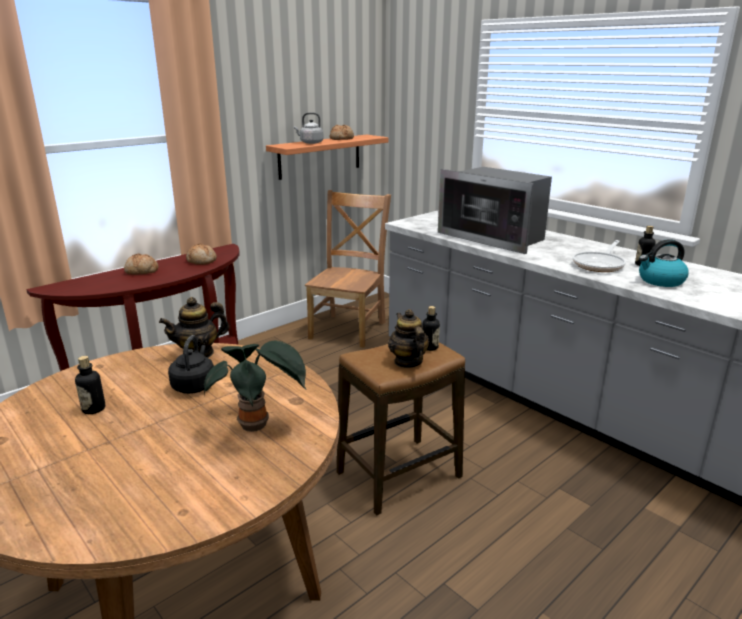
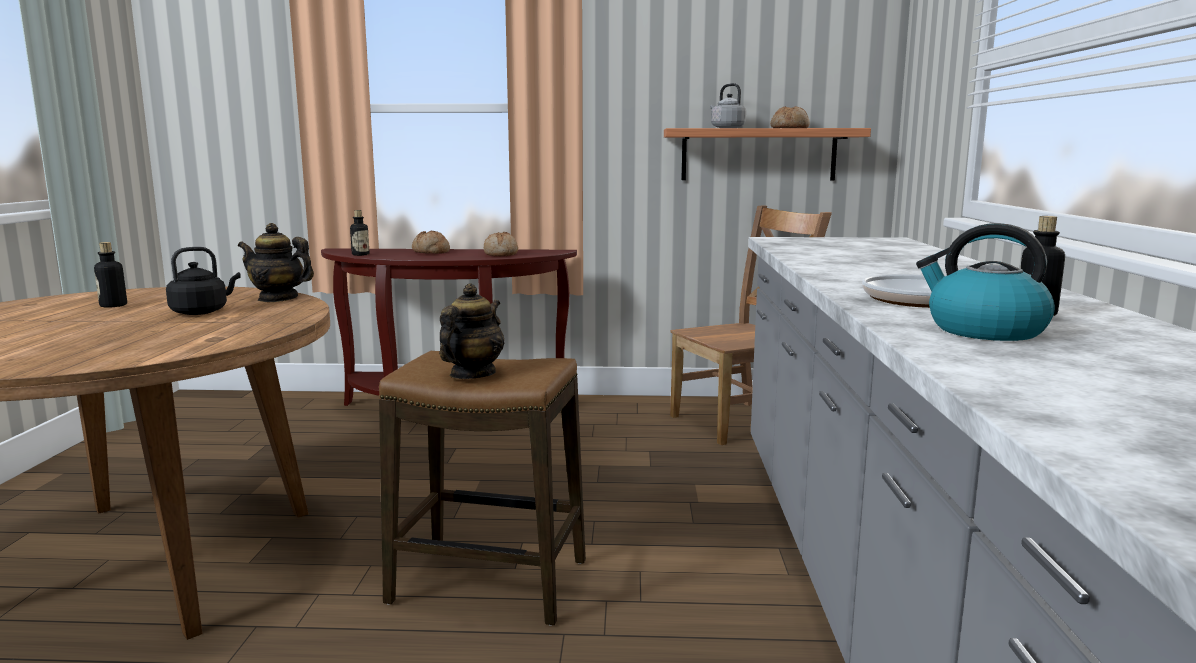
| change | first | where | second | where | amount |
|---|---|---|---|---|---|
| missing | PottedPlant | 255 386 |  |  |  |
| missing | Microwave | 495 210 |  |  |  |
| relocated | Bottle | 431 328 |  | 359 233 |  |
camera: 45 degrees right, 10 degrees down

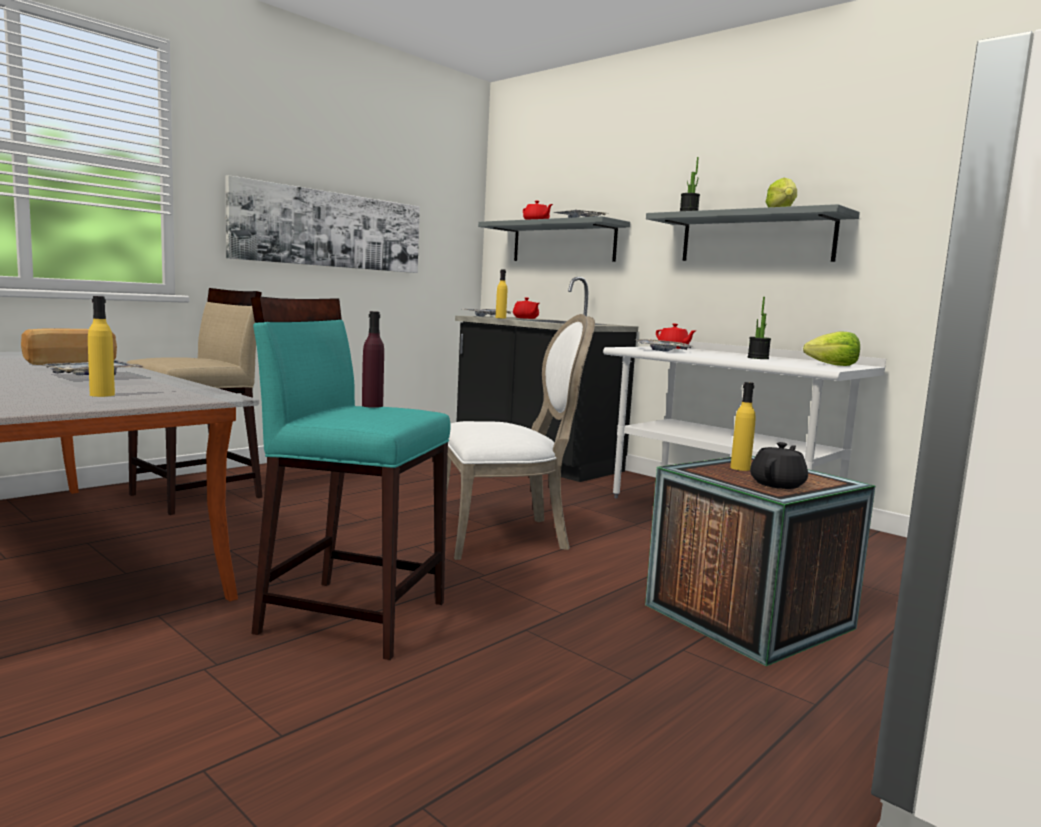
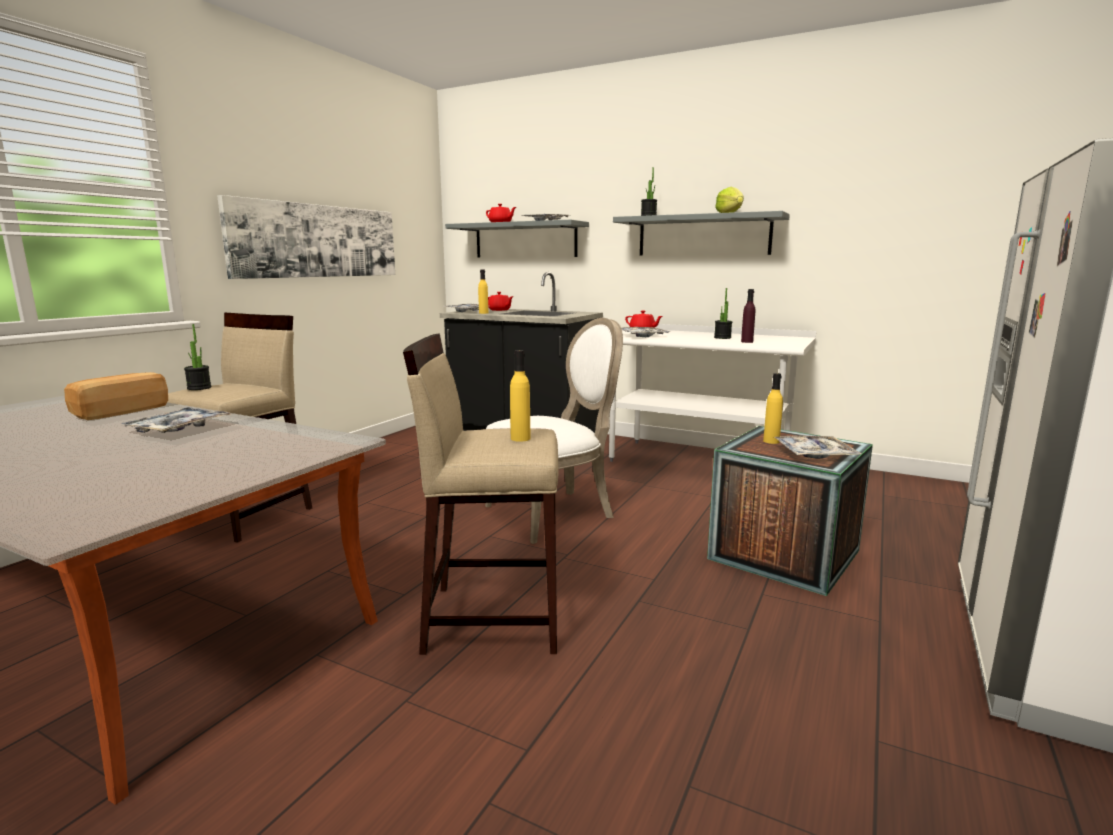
| change | first | where | second | where | amount |
|---|---|---|---|---|---|
| missing | Lettuce | 831 348 |  |  |  |
| appeared |  |  | PottedPlant | 197 357 |  |
| relocated | YellowBottle | 101 346 |  | 520 396 |  |
| relocated | PurpleBottle | 373 359 |  | 748 316 |  |
| exchanged | BlackTeapot | 779 465 | Tray | 817 447 |  |
| colour | TurquoiseStool | 351 478 | BeigeStool | 481 494 |  |
camera: 15 degrees left, 5 degrees up

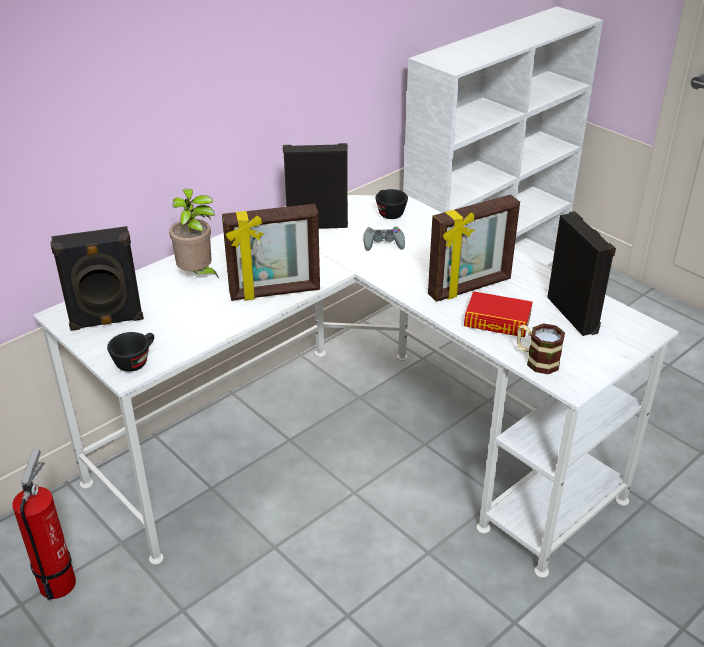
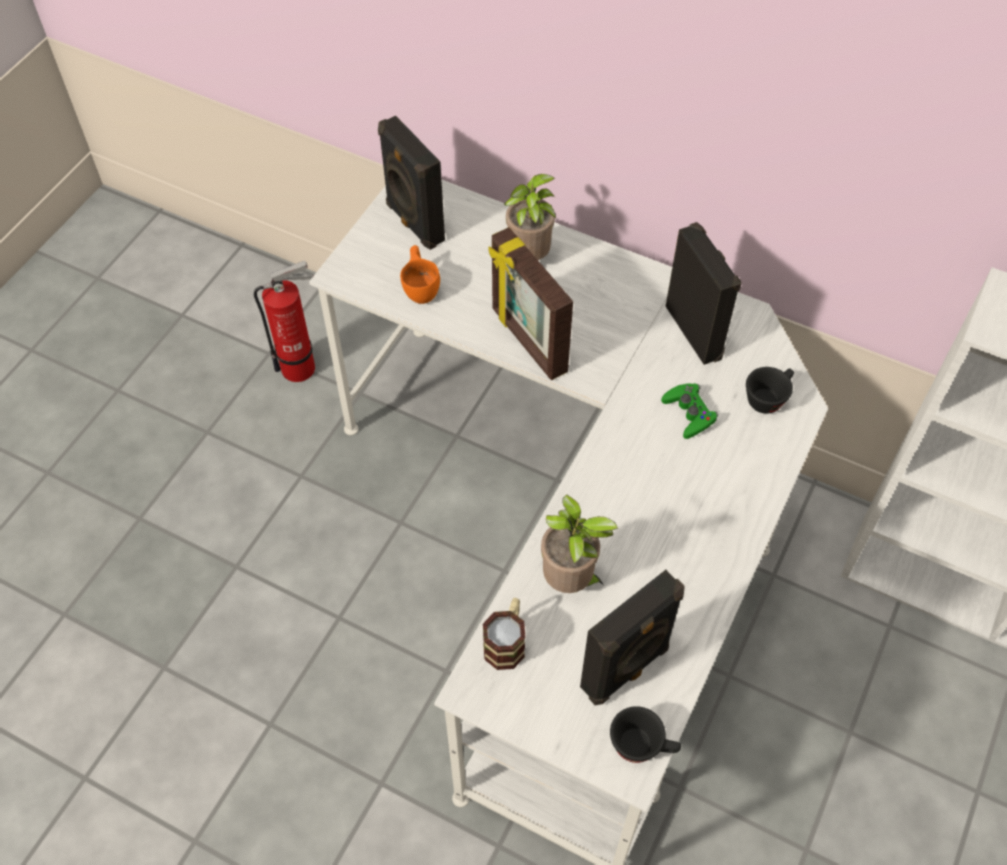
| change | first | where | second | where | amount |
|---|---|---|---|---|---|
| missing | PictureFrame | 474 248 |  |  |  |
| appeared |  |  | OrangeCup | 420 274 |  |
| relocated | BlackCup | 130 352 |  | 645 734 |  |
| exchanged | Book | 498 314 | PottedPlant | 579 544 |  |
| colour | GreyGameController | 384 238 | GreenGameController | 689 411 |  |
camera: 70 degrees right, 20 degrees up

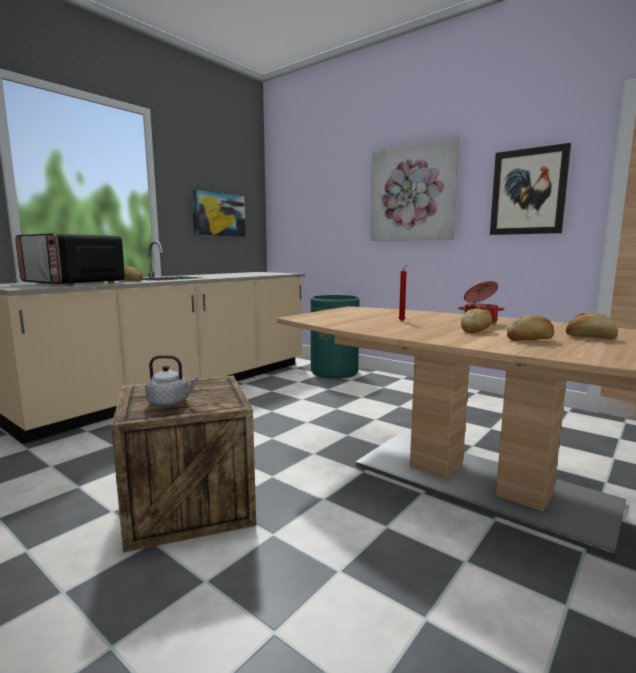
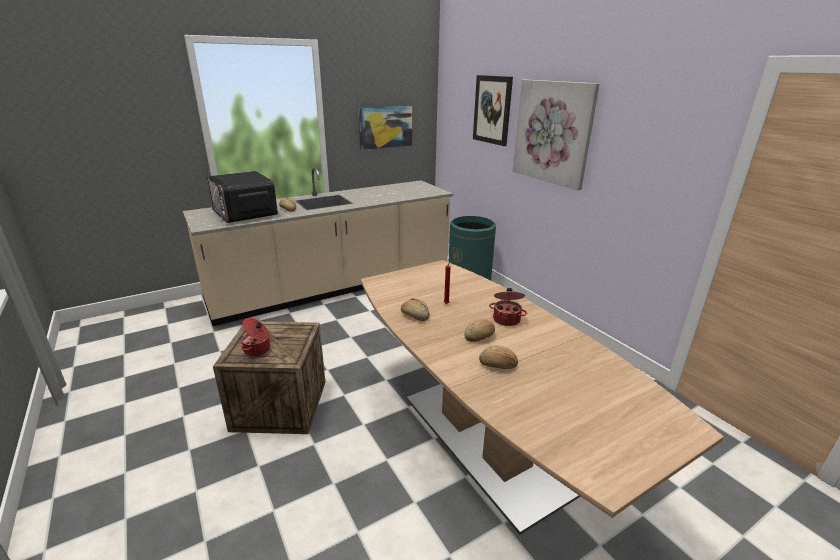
| change | first | where | second | where | amount |
|---|---|---|---|---|---|
| relocated | Picture | 530 189 |  | 493 110 |  |
| relocated | Bread | 592 326 |  | 415 309 |  |
| exchanged | GreyKettle | 171 381 | CookingPot | 255 337 |  |
camera: 20 degrees right, 15 degrees up

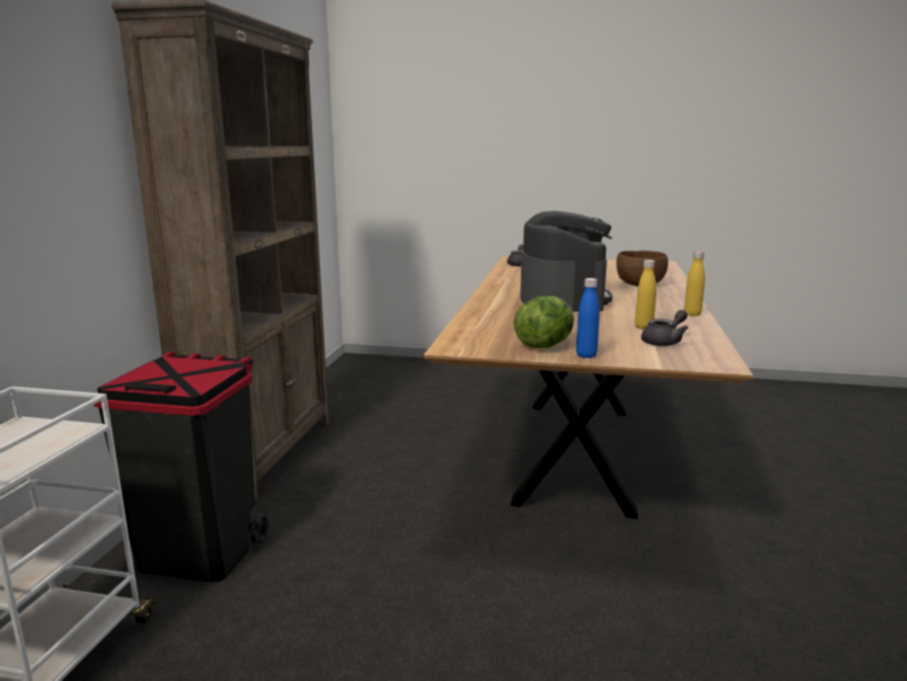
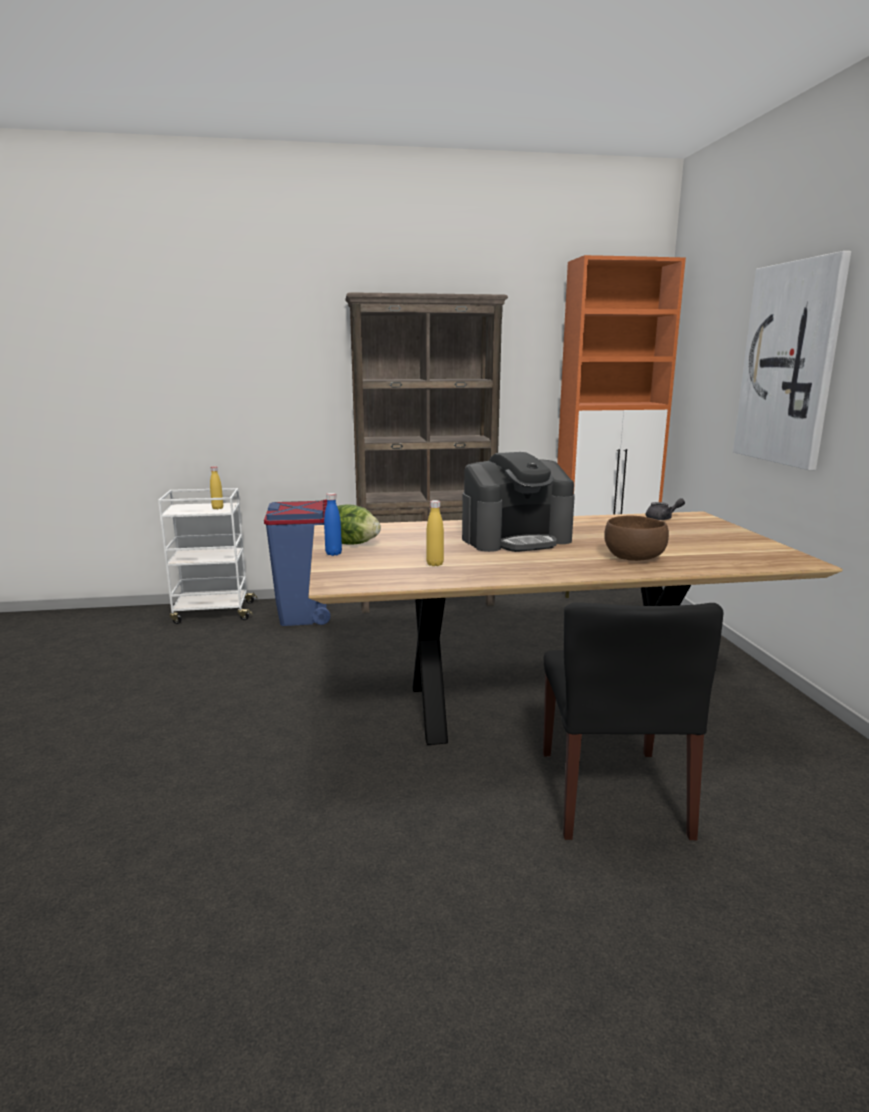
| change | first | where | second | where | amount |
|---|---|---|---|---|---|
| missing | GreyTeapot | 664 328 |  |  |  |
| appeared |  |  | BlackChair | 633 721 |  |
| appeared |  |  | OrangeCabinet | 621 426 |  |
| appeared |  |  | Picture | 792 360 |  |
| relocated | YellowBottle | 694 283 |  | 216 488 |  |
| colour | BlackTrashCan | 181 467 | BlueTrashCan | 297 563 |  |
camera: 70 degrees right, 0 degrees up

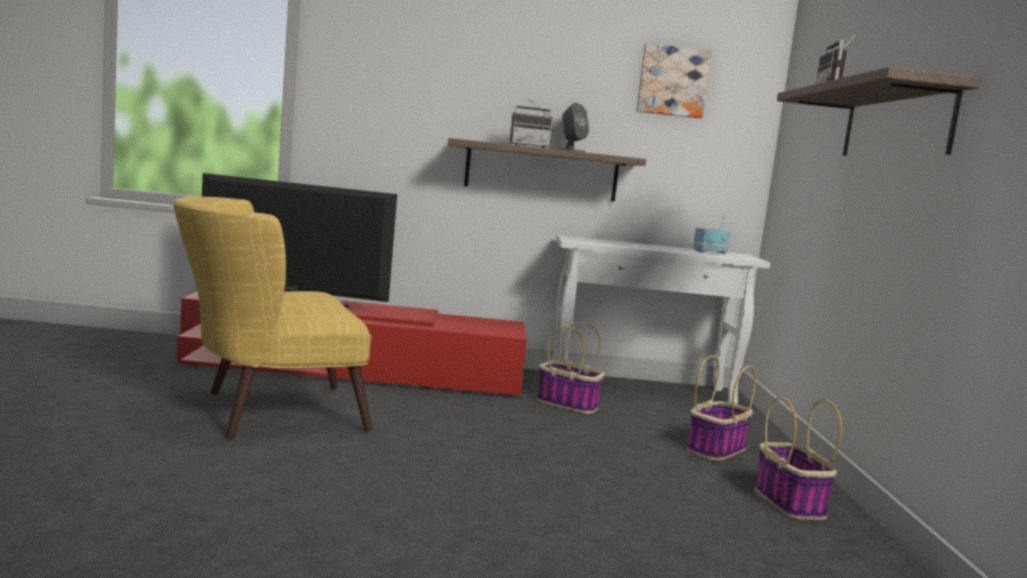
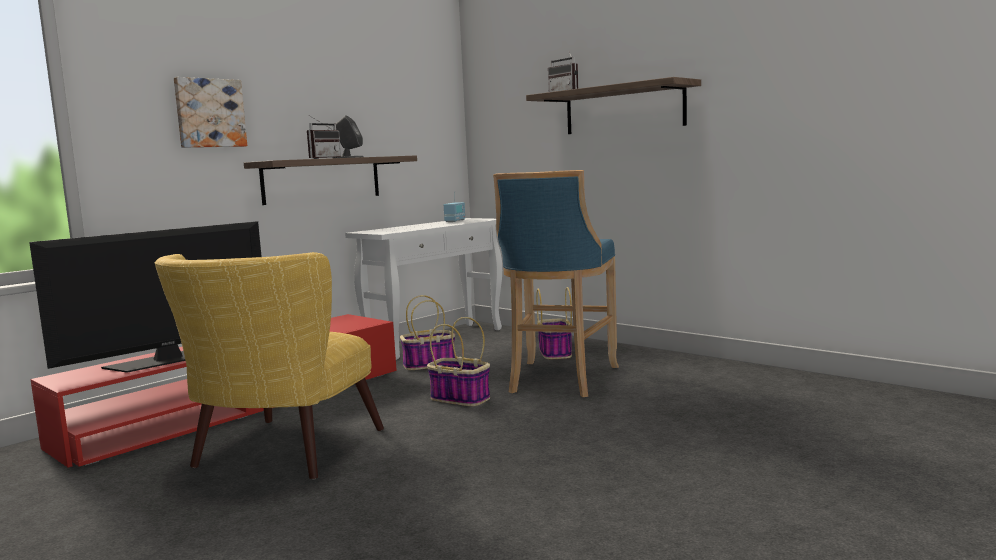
| change | first | where | second | where | amount |
|---|---|---|---|---|---|
| appeared |  |  | BlueStool | 556 283 |  |
| relocated | Picture | 674 80 |  | 210 112 |  |
| relocated | Basket | 798 458 |  | 458 361 |  |
camera: 45 degrees left, 0 degrees up

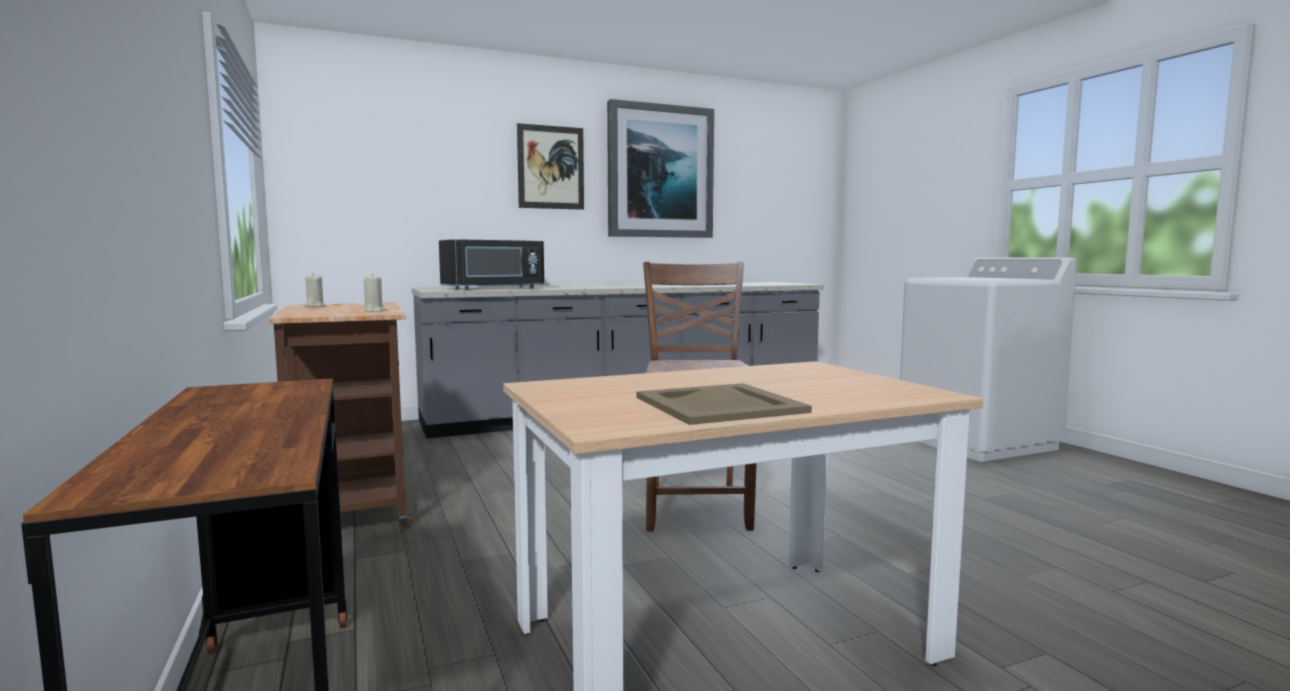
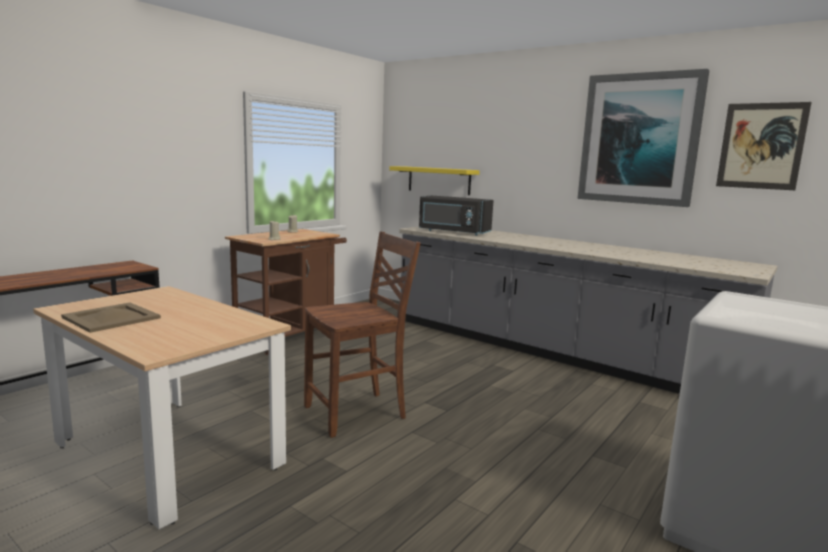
| change | first | where | second | where | amount |
|---|---|---|---|---|---|
| appeared |  |  | YellowShelf | 434 180 |  |
| relocated | Picture | 550 166 |  | 764 146 |  |
camera: 60 degrees right, 5 degrees up

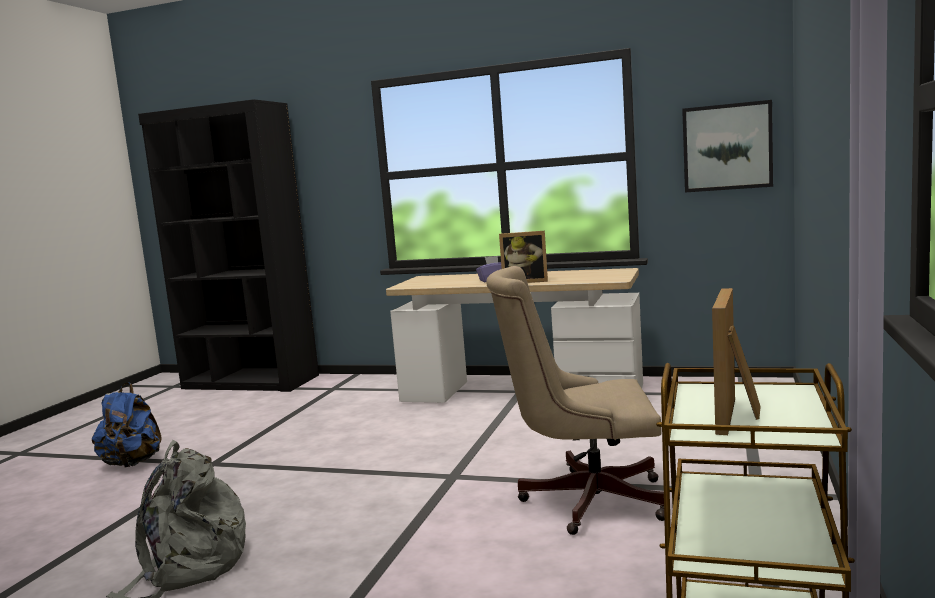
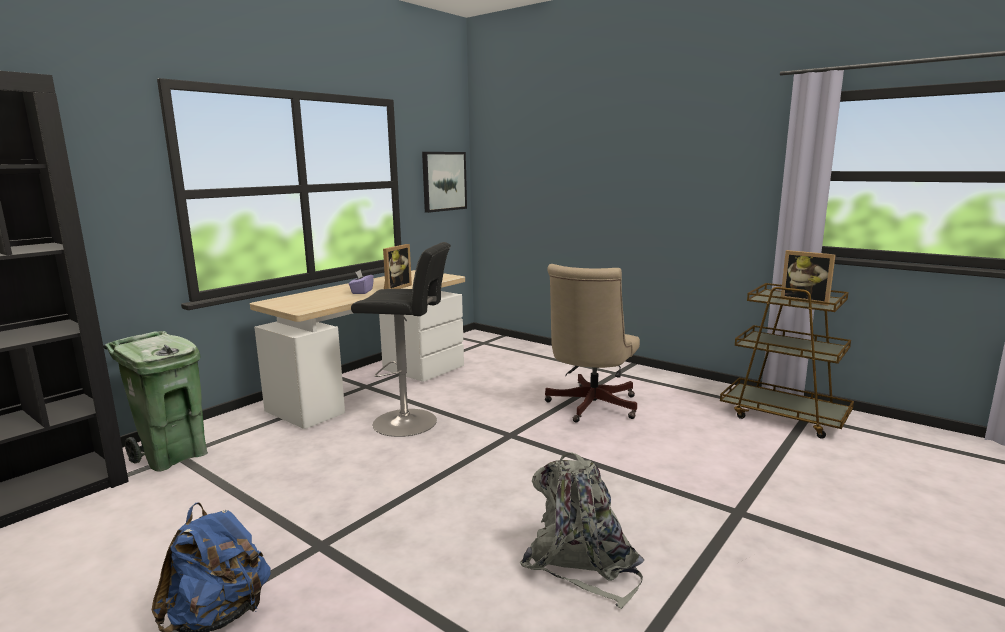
| change | first | where | second | where | amount |
|---|---|---|---|---|---|
| appeared |  |  | GreenTrashCan | 155 401 |  |
| appeared |  |  | BlackStool | 401 339 |  |
camera: 70 degrees left, 5 degrees up

